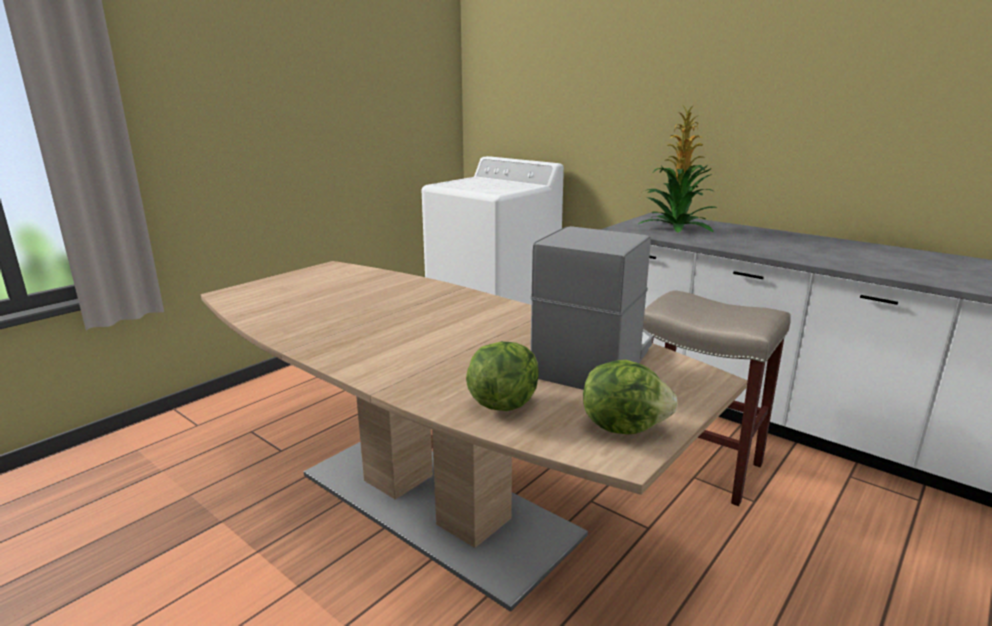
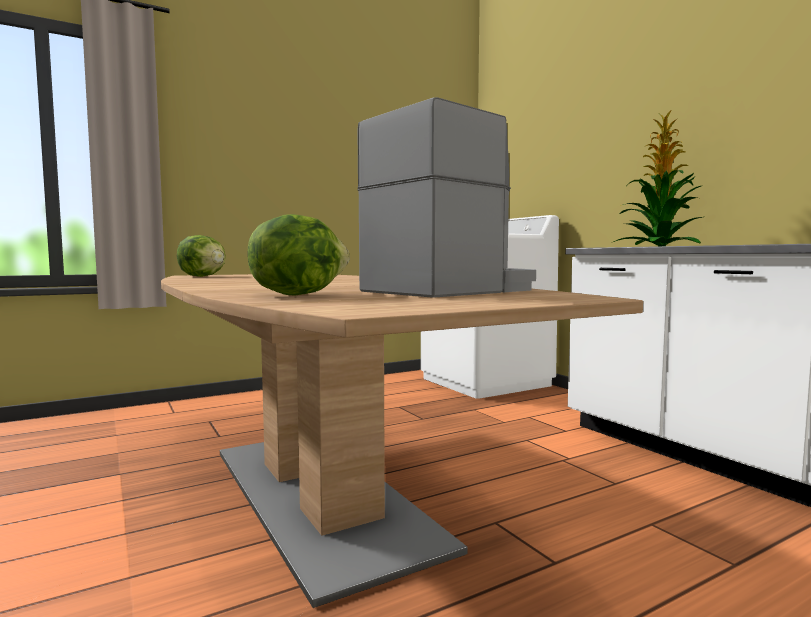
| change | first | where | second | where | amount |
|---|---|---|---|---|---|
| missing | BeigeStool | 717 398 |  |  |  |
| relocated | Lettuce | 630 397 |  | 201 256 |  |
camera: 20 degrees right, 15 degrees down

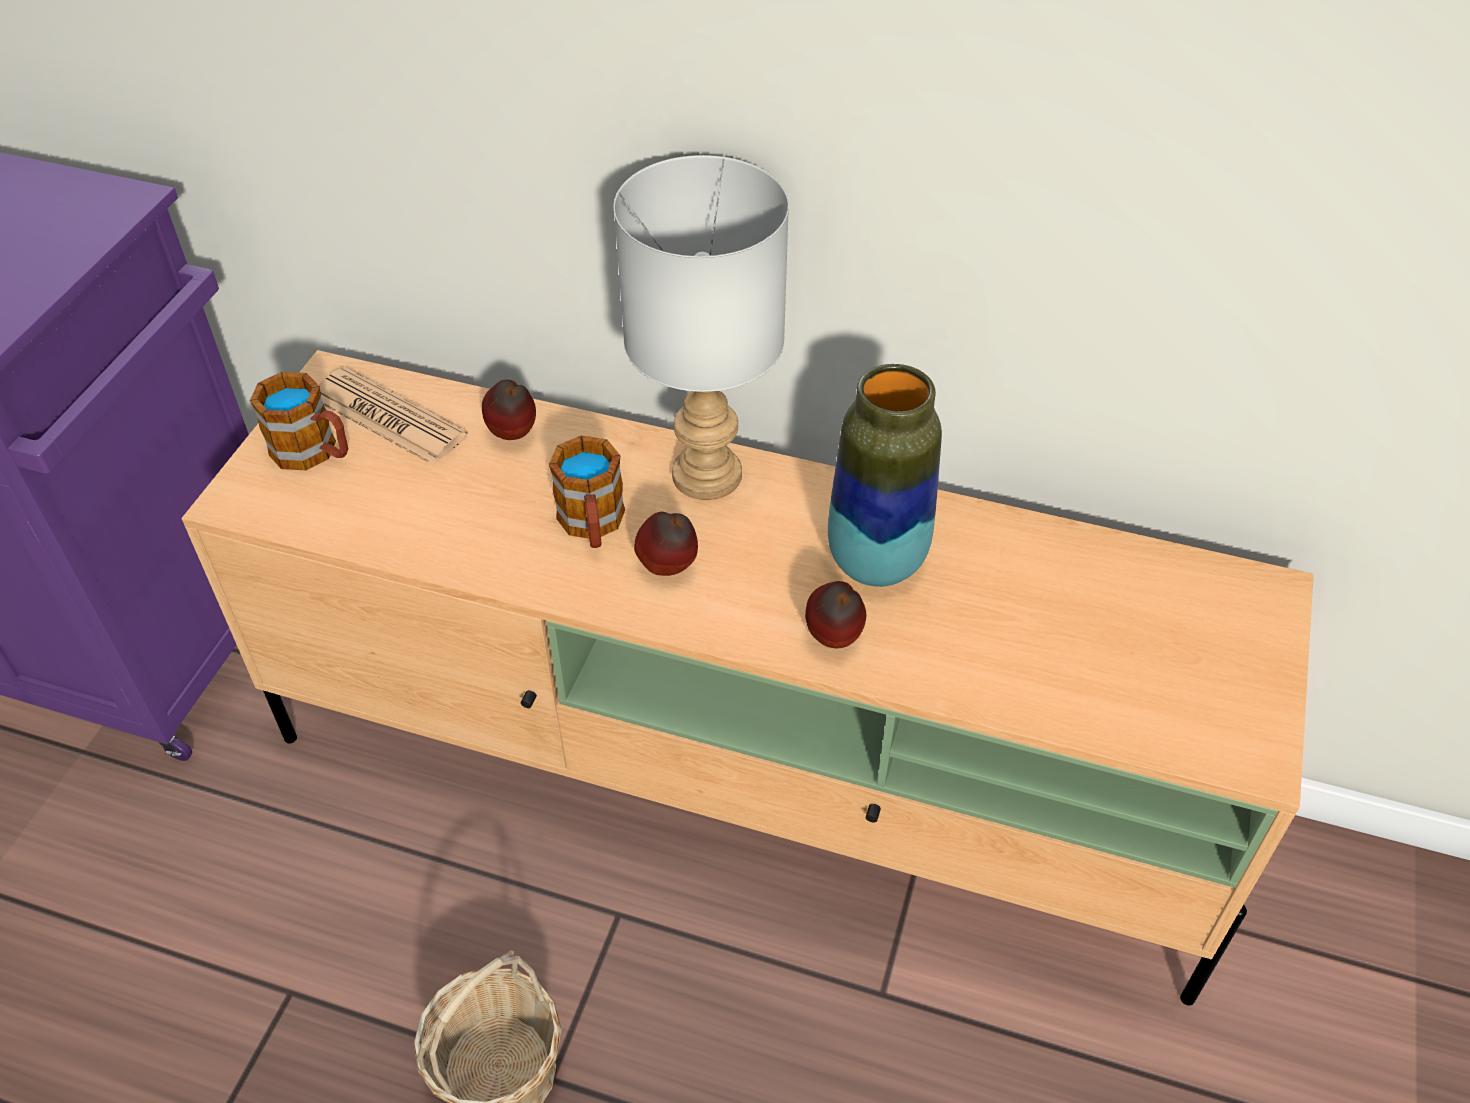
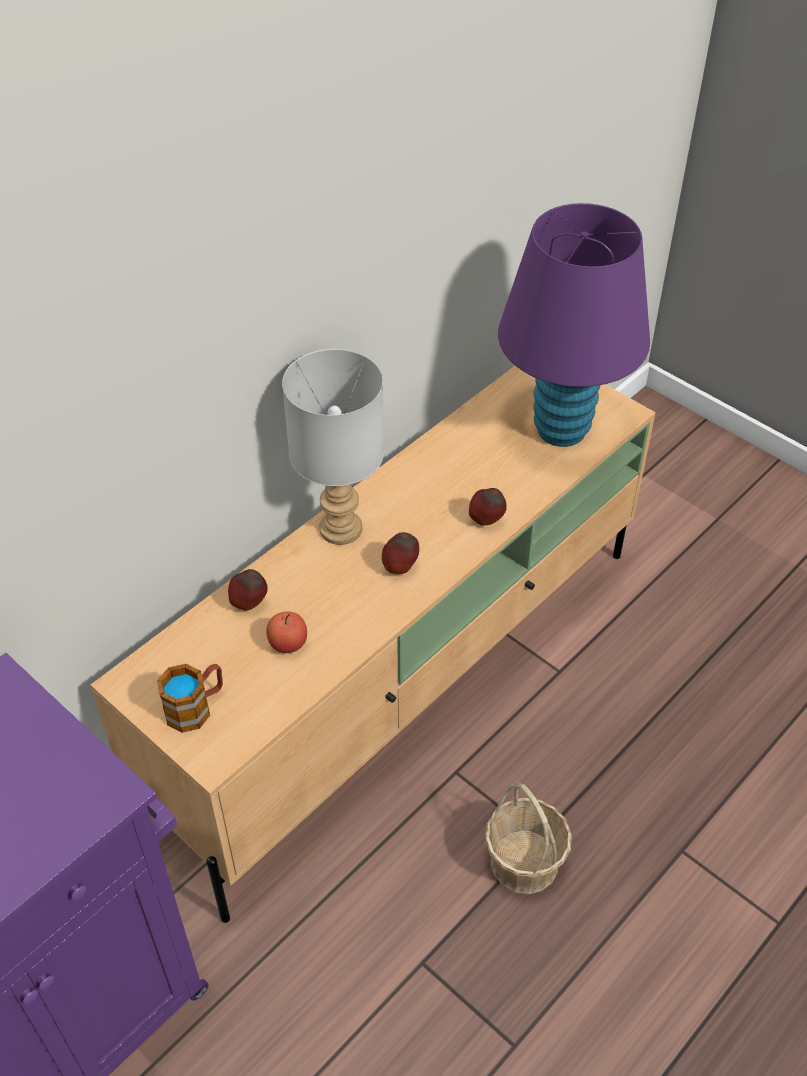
| change | first | where | second | where | amount |
|---|---|---|---|---|---|
| missing | Newspaper | 393 415 |  |  |  |
| missing | Mug | 587 491 |  |  |  |
| missing | Vase | 885 475 |  |  |  |
| appeared |  |  | Apple | 286 632 |  |
| appeared |  |  | PurpleTableLamp | 574 325 |  |
camera: 65 degrees left, 0 degrees up

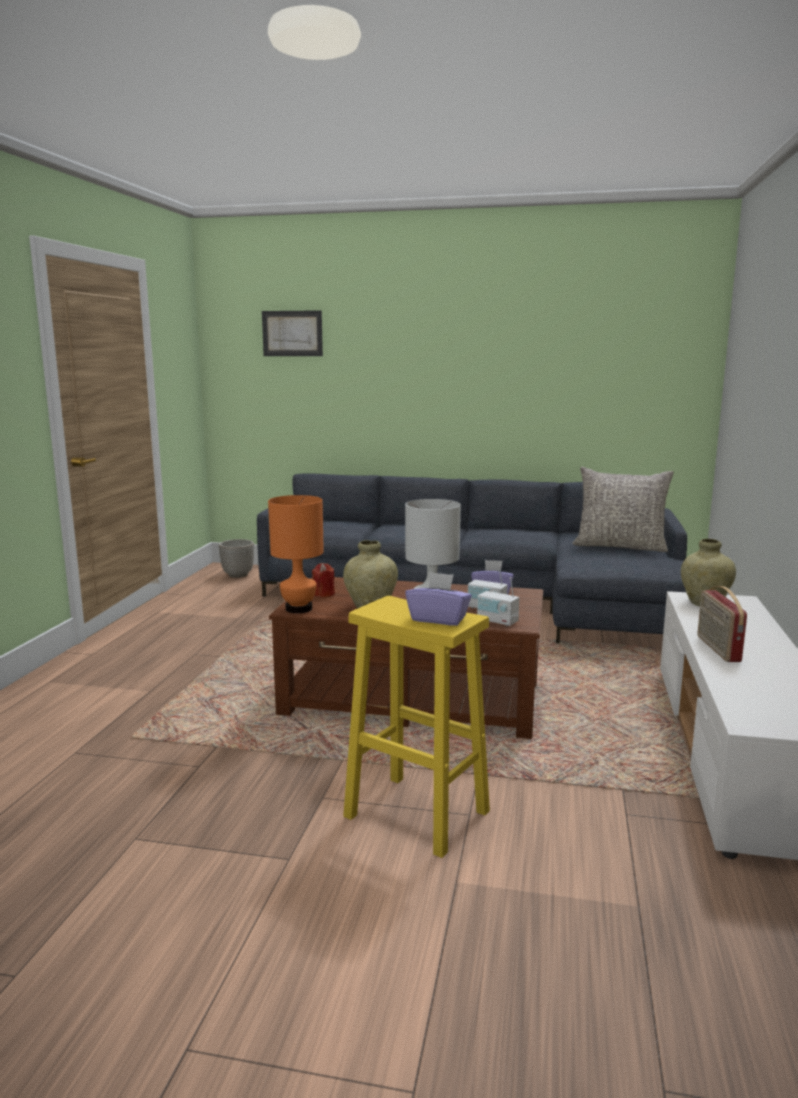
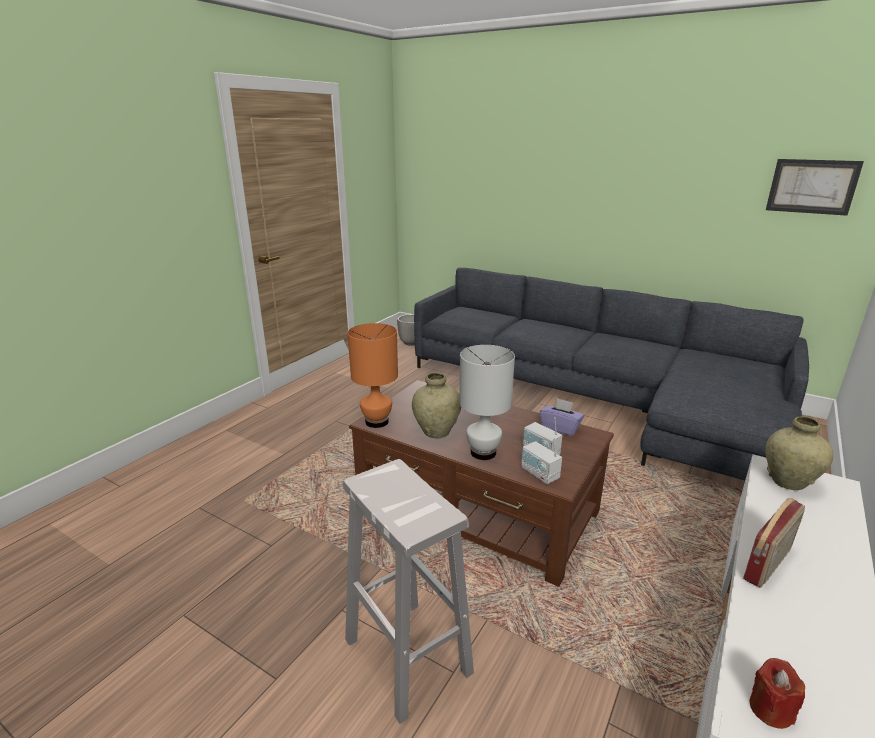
| change | first | where | second | where | amount |
|---|---|---|---|---|---|
| missing | PurpleTissueBox | 438 599 |  |  |  |
| missing | GreyPillow | 623 509 |  |  |  |
| relocated | Picture | 292 333 |  | 815 187 |  |
| relocated | RedCandle | 323 580 |  | 777 693 |  |
| colour | YellowStool | 416 727 | WhiteStool | 408 591 |  |
| spun | Radio | 722 624 |  | 774 543 | 150 degrees counterclockwise |
camera: 20 degrees right, 10 degrees up

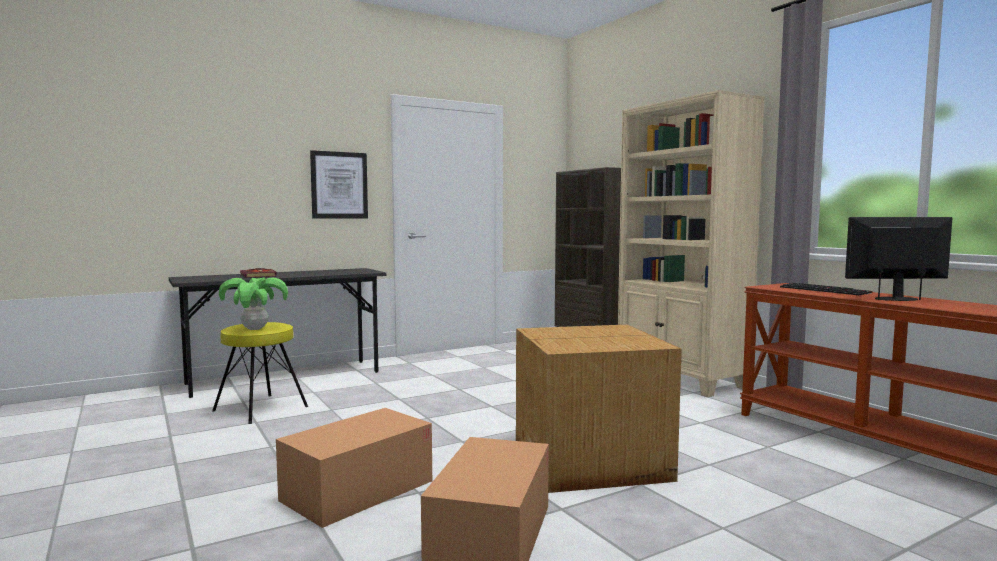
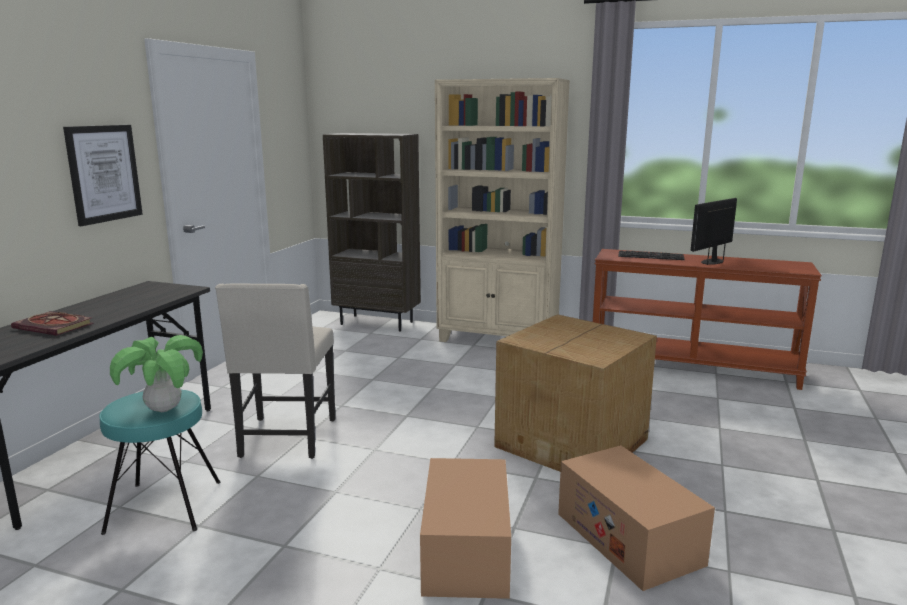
| change | first | where | second | where | amount |
|---|---|---|---|---|---|
| appeared |  |  | BeigeChair | 275 371 |  |
| colour | YellowStool | 260 373 | TurquoiseStool | 160 462 |  |
camera: 40 degrees left, 10 degrees up

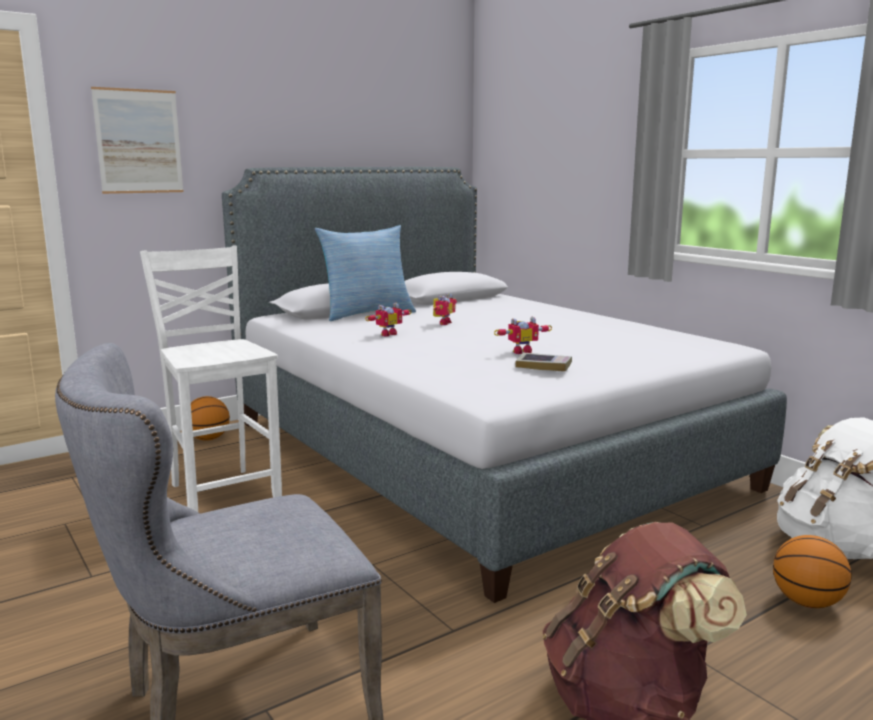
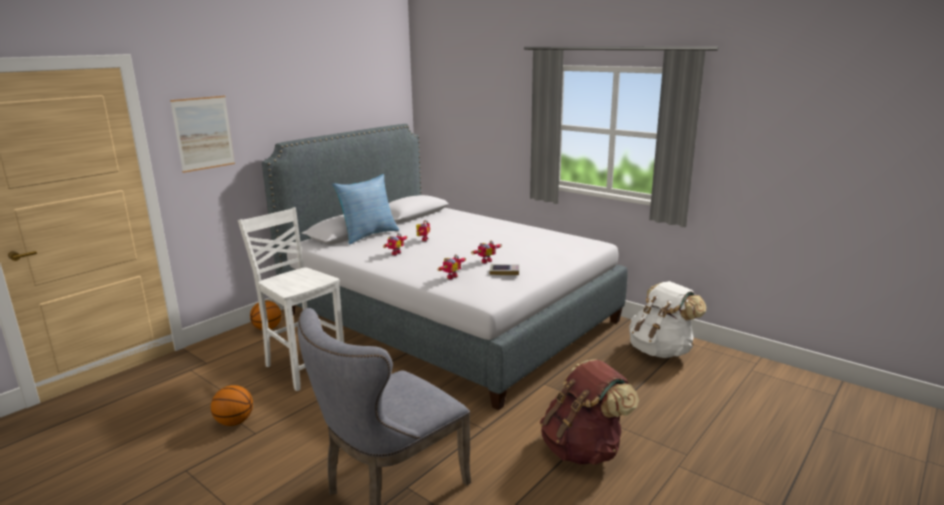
| change | first | where | second | where | amount |
|---|---|---|---|---|---|
| appeared |  |  | ToyRobot | 452 267 |  |
| relocated | Basketball | 812 571 |  | 232 405 |  |
camera: 15 degrees left, 5 degrees up

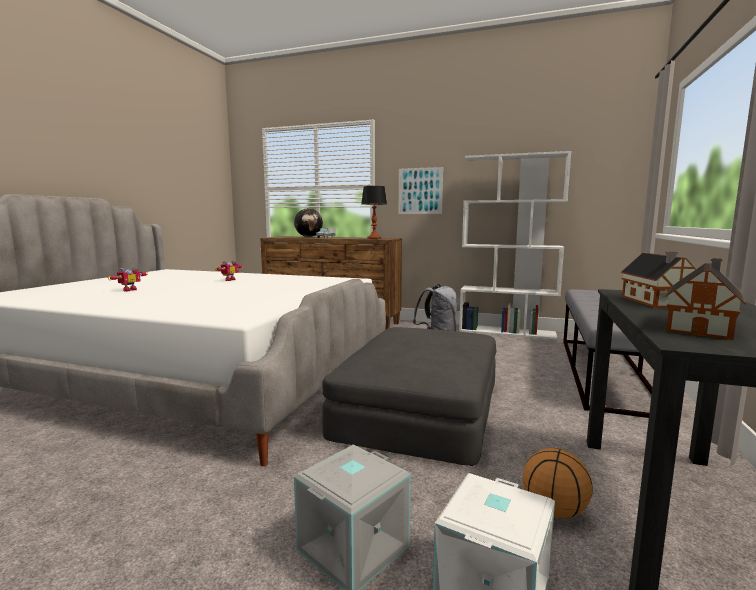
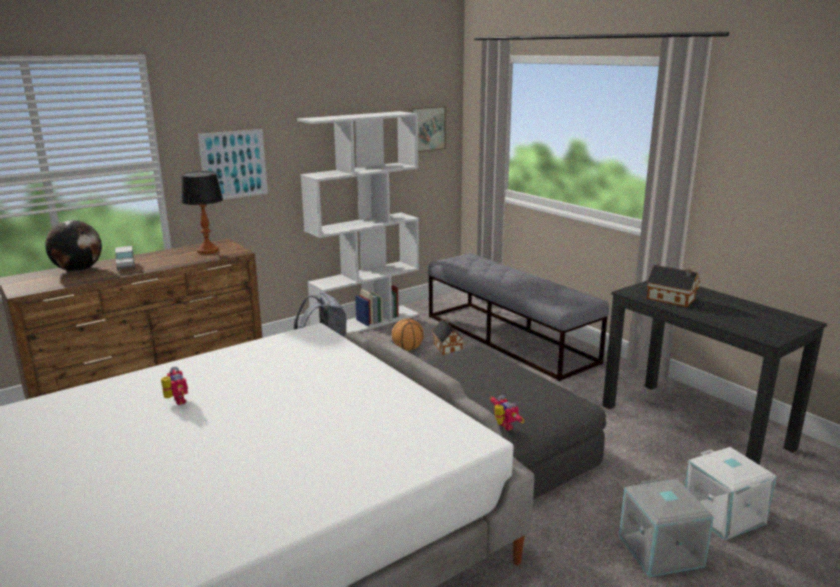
| change | first | where | second | where | amount |
|---|---|---|---|---|---|
| appeared |  |  | Picture | 427 129 |  |
| relocated | ToyRobot | 128 279 |  | 506 413 |  |
| relocated | Basketball | 558 483 |  | 408 335 |  |
| relocated | ToyHouse | 705 299 |  | 448 336 |  |
camera: 55 degrees left, 10 degrees up

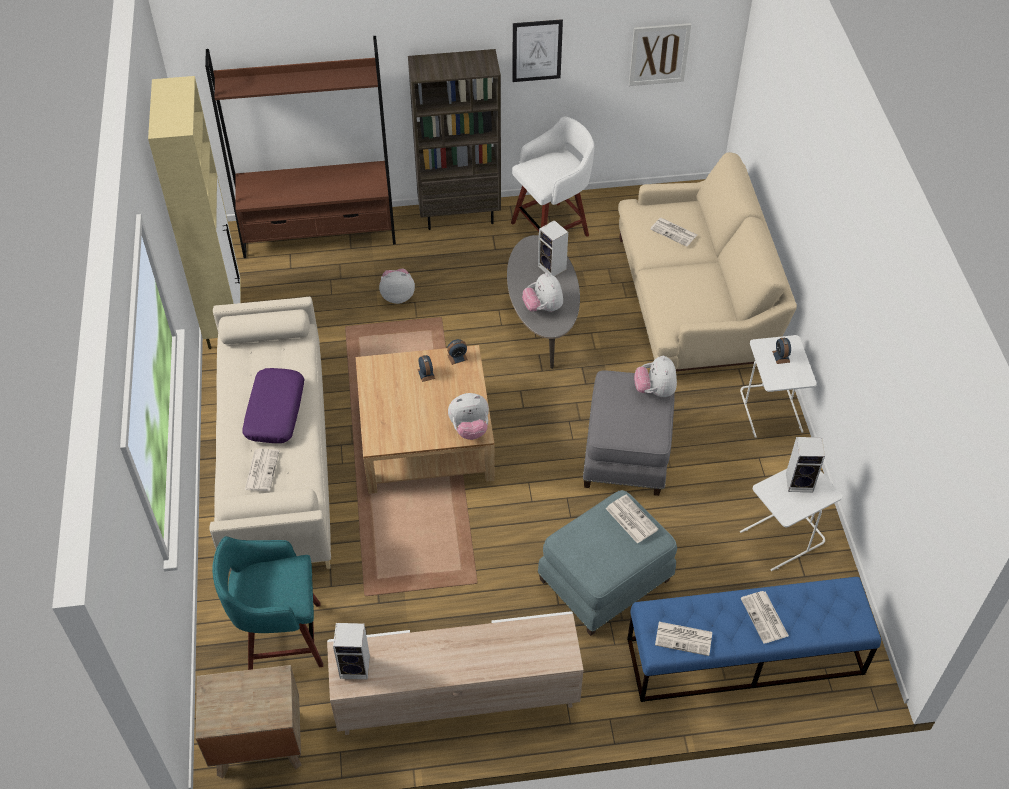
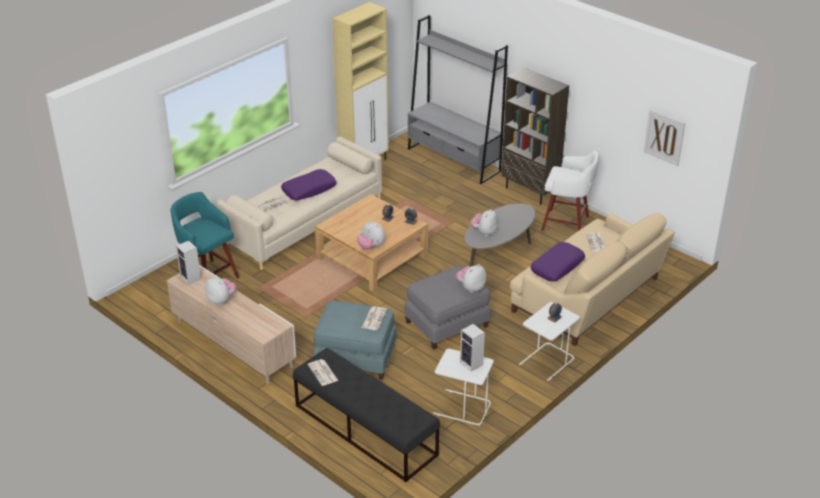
| change | first | where | second | where | amount |
|---|---|---|---|---|---|
| missing | BrownNightstand | 249 721 |  |  |  |
| missing | Picture | 537 50 |  |  |  |
| missing | Speaker | 553 248 |  |  |  |
| missing | Newspaper | 765 617 |  |  |  |
| appeared |  |  | PurplePillow | 558 261 |  |
| relocated | PlushToy | 397 286 |  | 221 290 |  |
| colour | BrownBookcase | 300 147 | GreyBookcase | 458 99 |  |
| colour | BlueBench | 754 639 | BlackBench | 366 415 |  |
camera: 50 degrees right, 15 degrees down

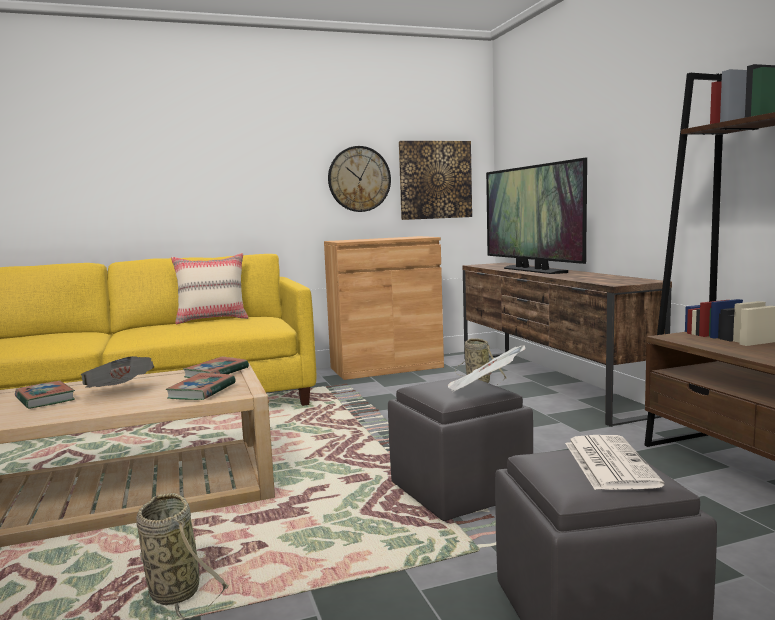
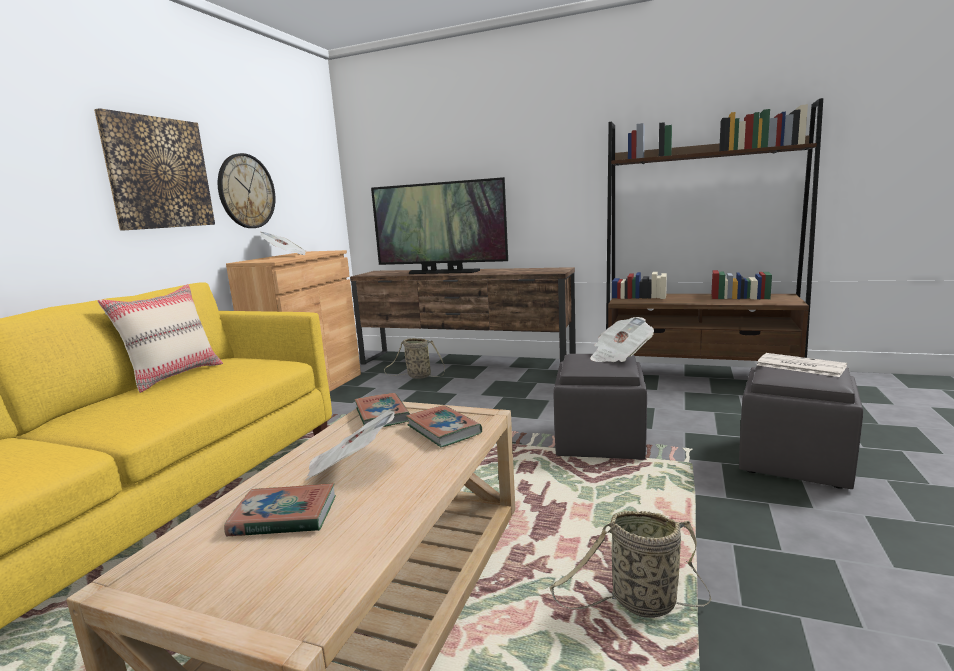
| change | first | where | second | where | amount |
|---|---|---|---|---|---|
| appeared |  |  | Newspaper | 283 243 |  |
| relocated | Picture | 435 180 |  | 154 169 |  |
camera: 50 degrees left, 5 degrees up

